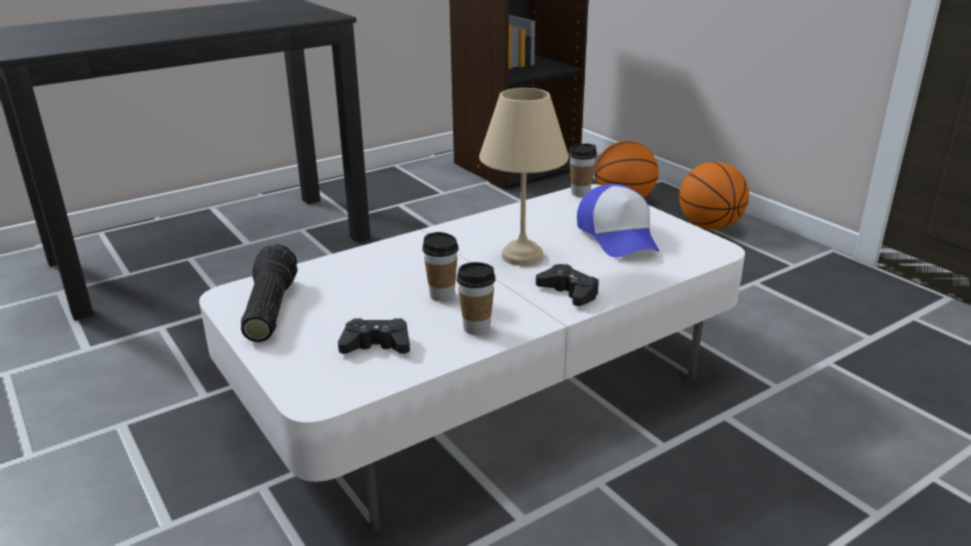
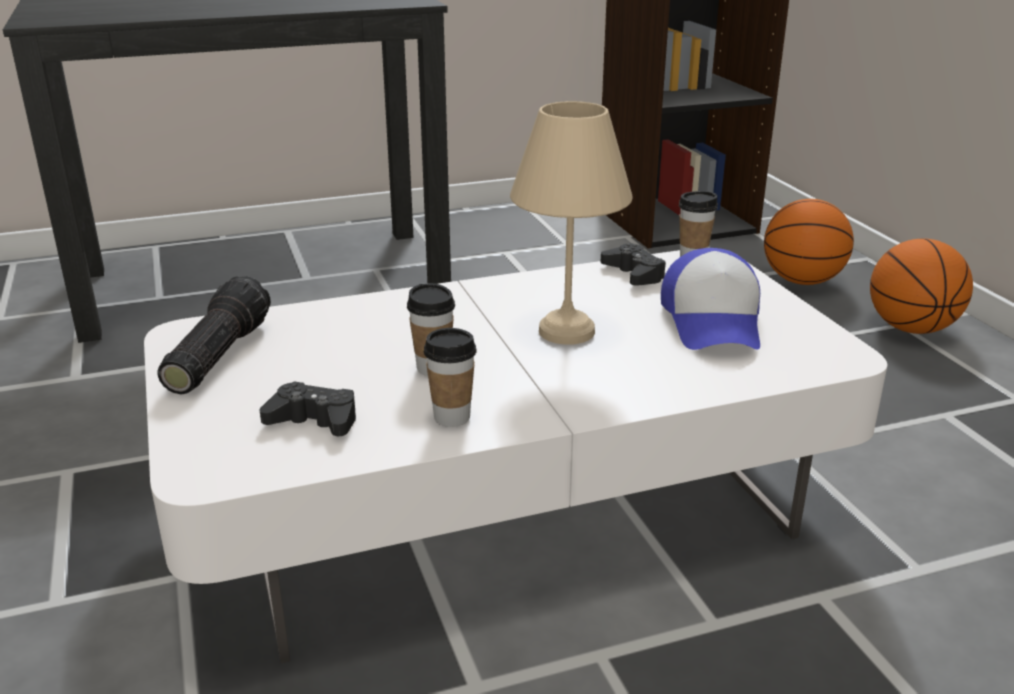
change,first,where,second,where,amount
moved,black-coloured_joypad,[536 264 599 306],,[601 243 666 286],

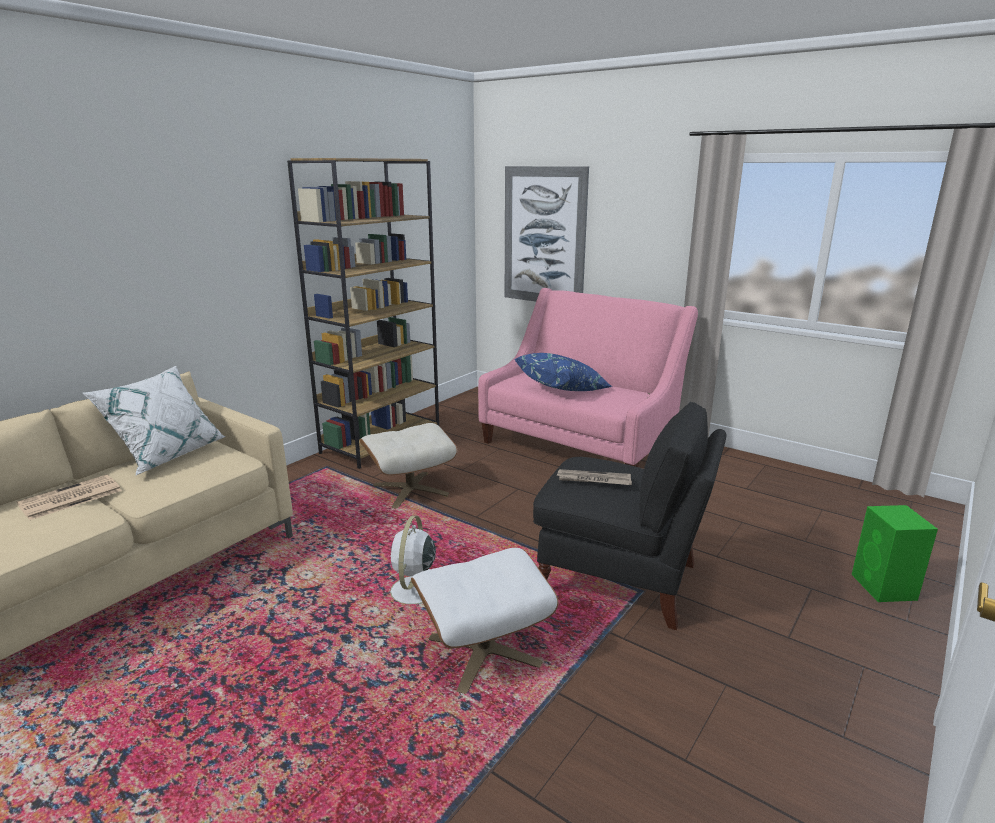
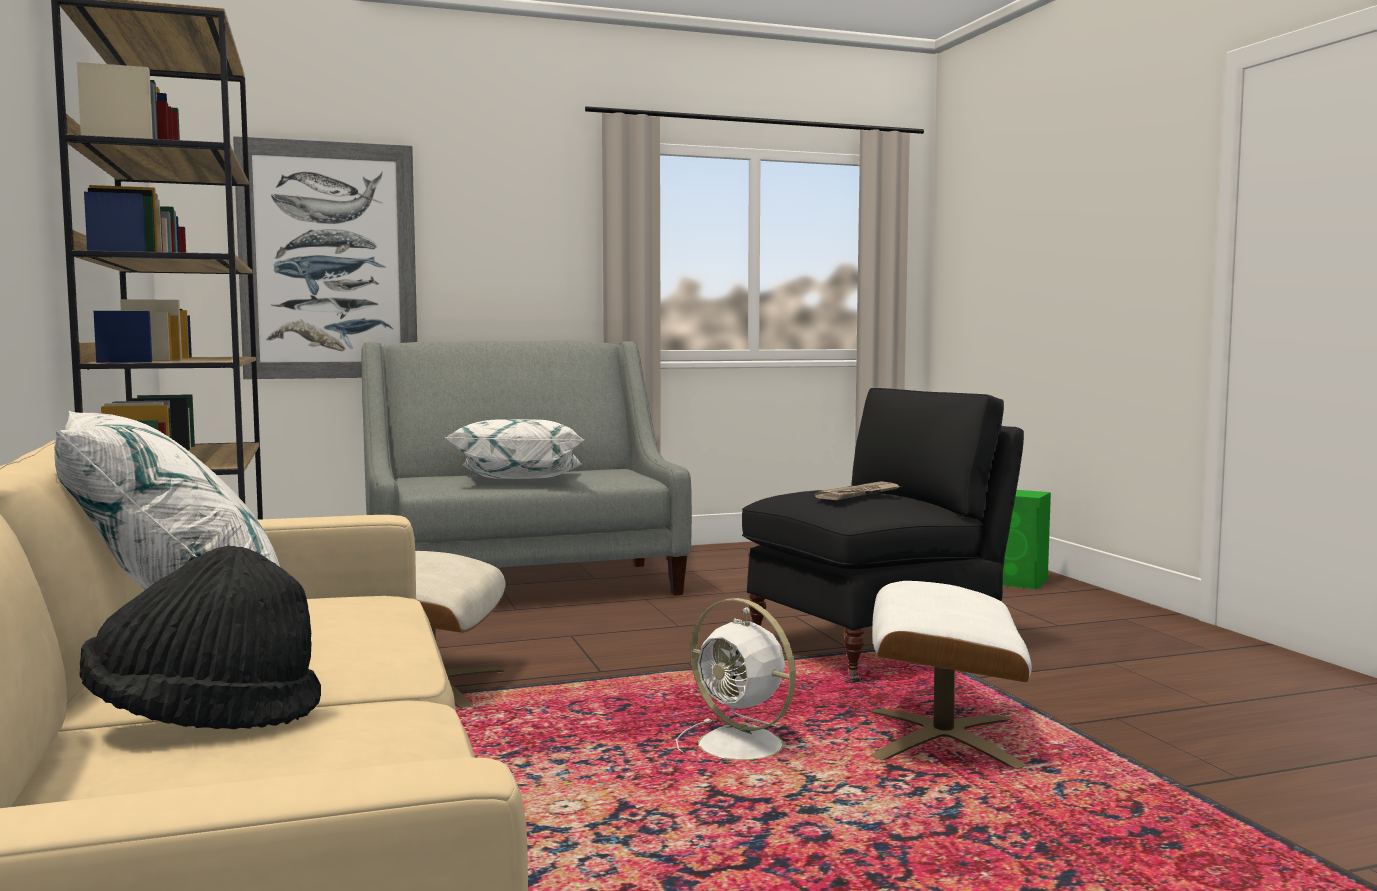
change,first,where,second,where,amount
recoloured,pink-coloured_settee,[478 288 698 467],gray_settee,[361 341 692 596],
recoloured,blue_cushion,[515 353 612 391],whitish_cushion,[445 419 584 479],
replaced,daily_paper,[17 475 122 520],black-coloured_hat,[80 546 321 729],

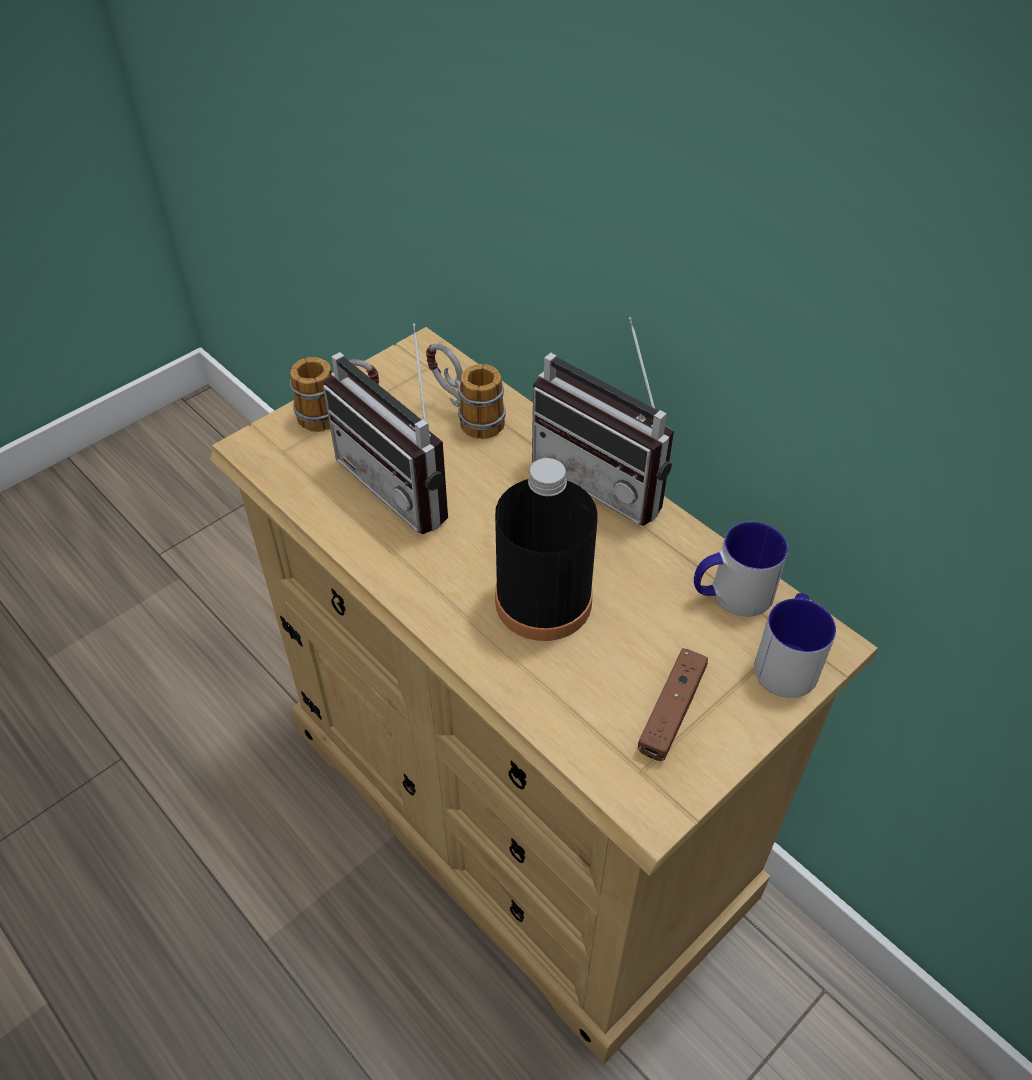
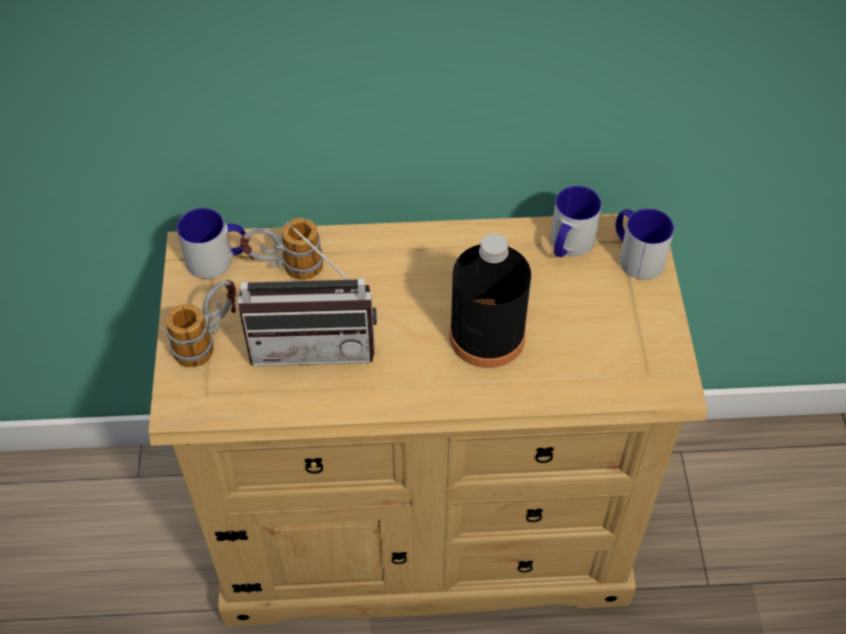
change,first,where,second,where,amount
removed,radio,[532 317 674 526],,,
removed,brown-coloured_joypad,[638 648 708 761],,,
added,,,coffee_mug,[177 208 246 279],

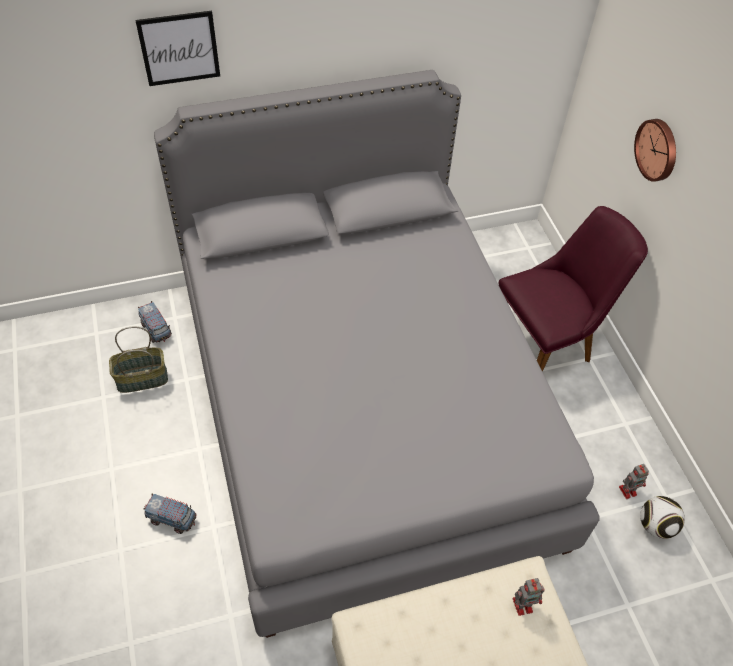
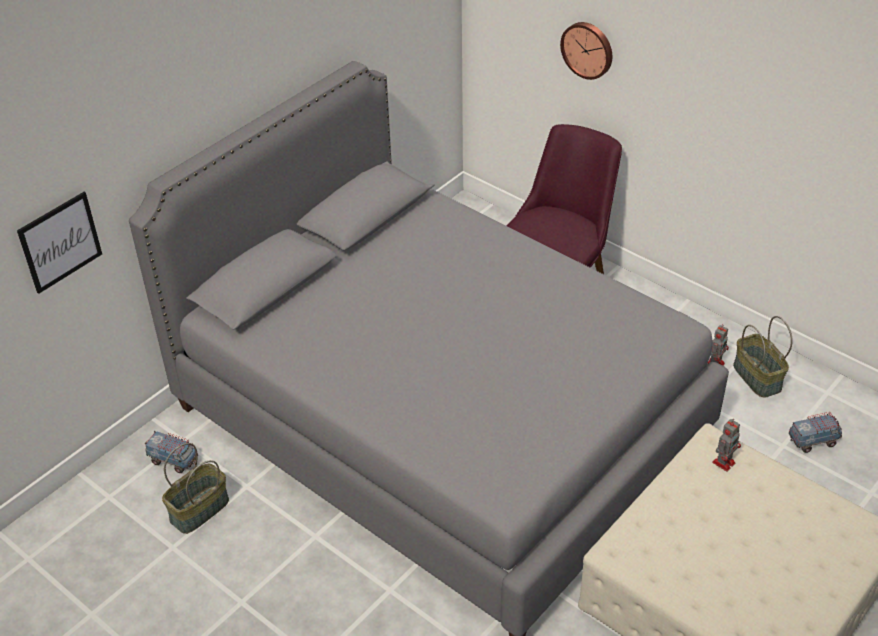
change,first,where,second,where,amount
moved,wall_art,[135 11 220 86],,[17 192 102 294],
moved,model_truck,[144 494 197 534],,[789 412 842 453],
replaced,football,[640 496 685 539],household_basket,[733 316 793 397],

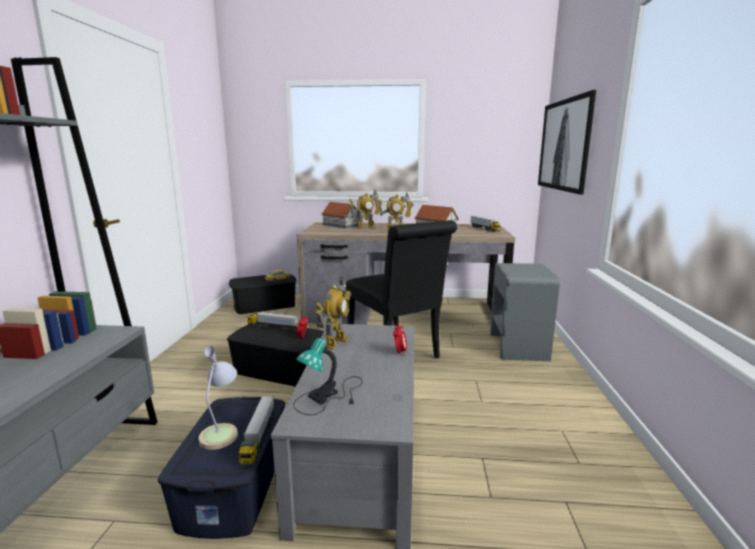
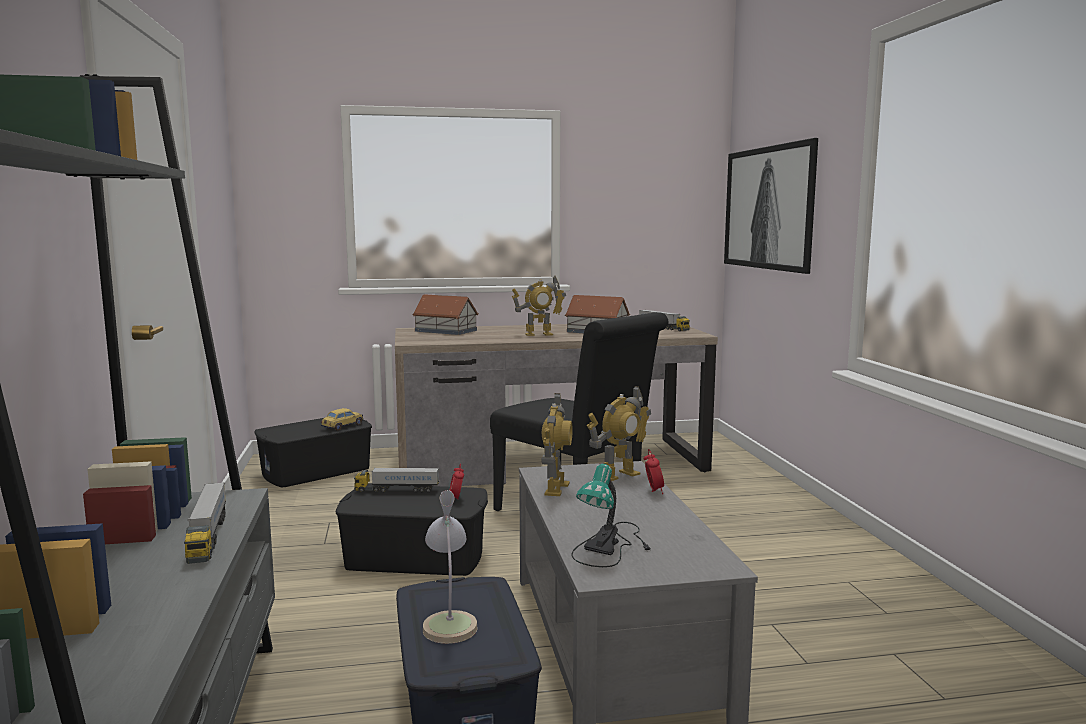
change,first,where,second,where,amount
moved,model_robot,[349 190 382 229],,[587 386 651 481],
removed,gray_bedside_table,[490 263 560 361],,,
moved,model_truck,[238 396 274 467],,[184 482 226 564],

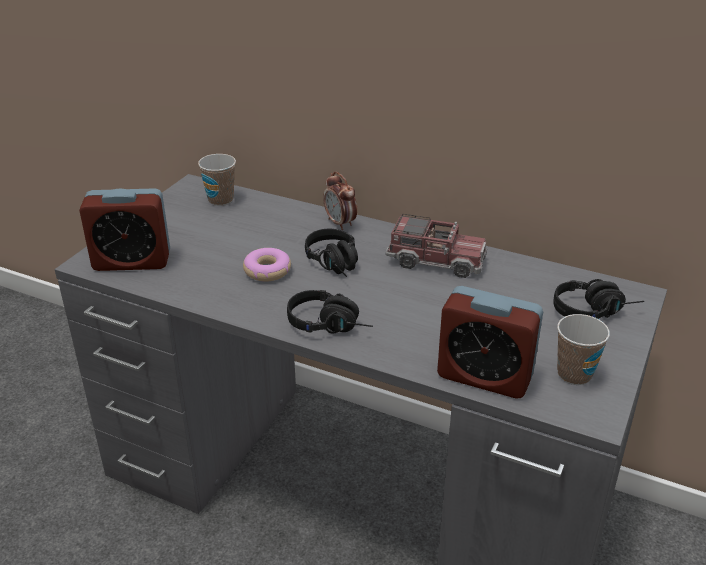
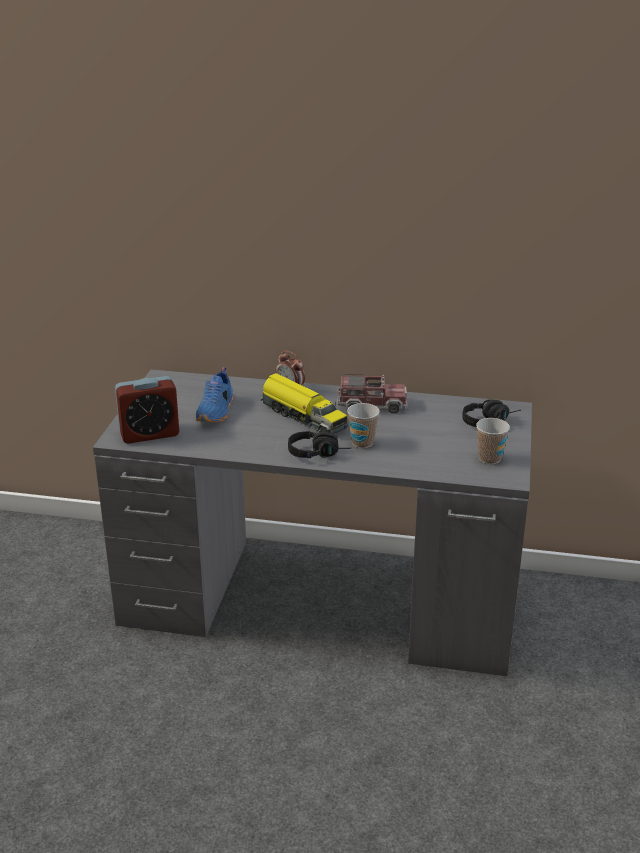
change,first,where,second,where,amount
moved,drinking_cup,[198 154 236 206],,[347 403 380 448],
replaced,black-coloured_pair_of_headphones,[305 229 358 277],model_truck,[261 373 349 434],
removed,ring_doughnut,[243 248 291 282],,,
removed,bedside_clock,[437 286 543 398],,,
added,,,blue_low_shoe,[196 367 233 422],

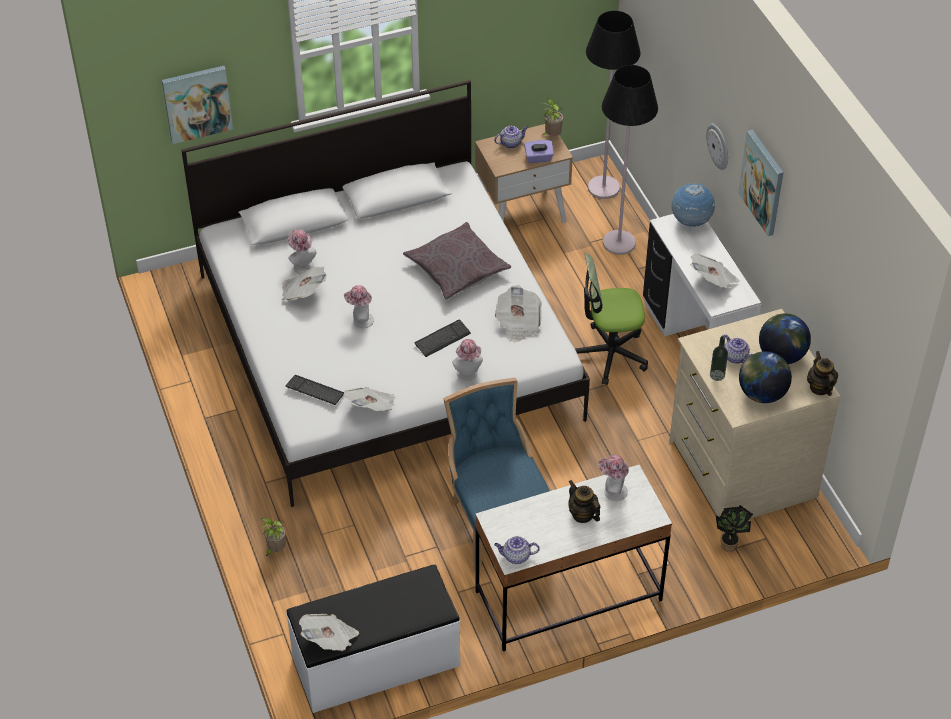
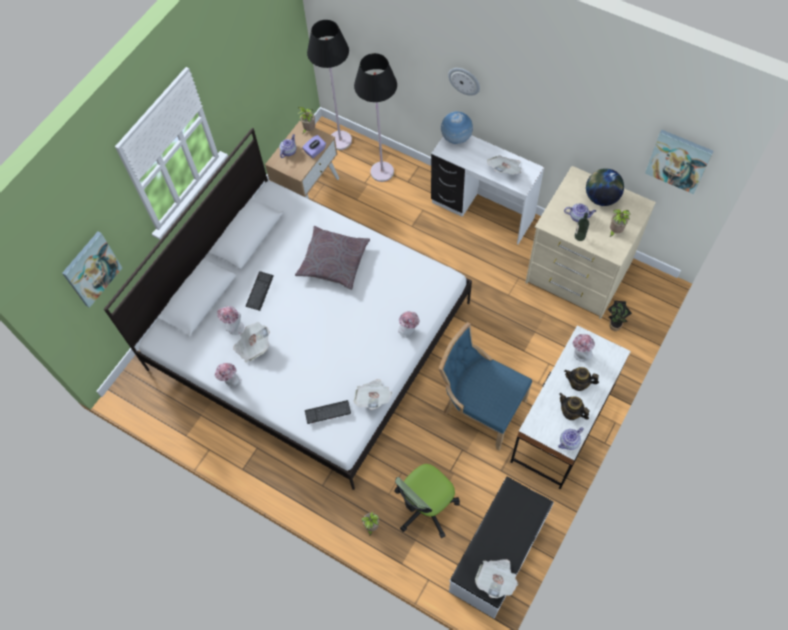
change,first,where,second,where,amount
moved,wall_art,[738 129 784 236],,[645 130 714 194],
moved,desk_chair,[575 253 648 385],,[394 464 460 538],
moved,hat,[344 285 374 328],,[215 363 241 388],
removed,daily_paper,[495 285 542 342],,,
moved,computer_keyboard,[415 319 471 357],,[246 271 274 311],
replaced,desk_globe,[739 351 792 403],potted_plant,[610 209 631 237],
moved,teapot,[807 351 838 396],,[559 393 590 420],

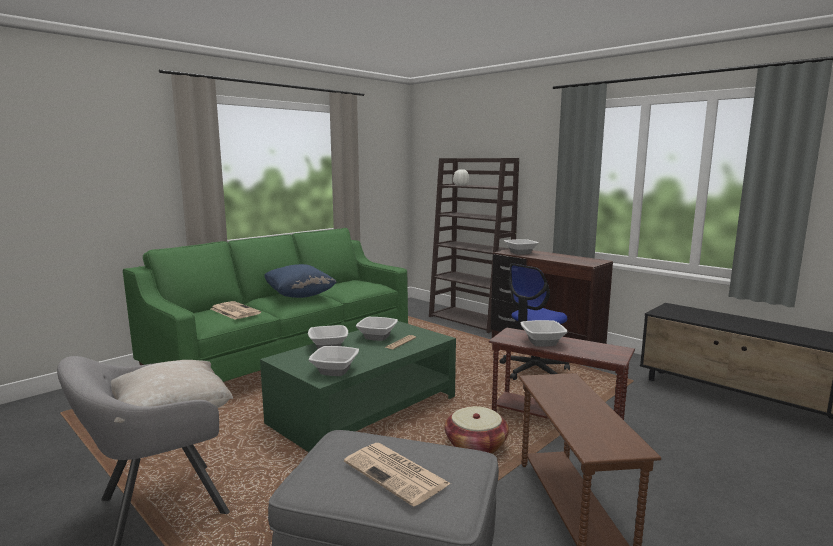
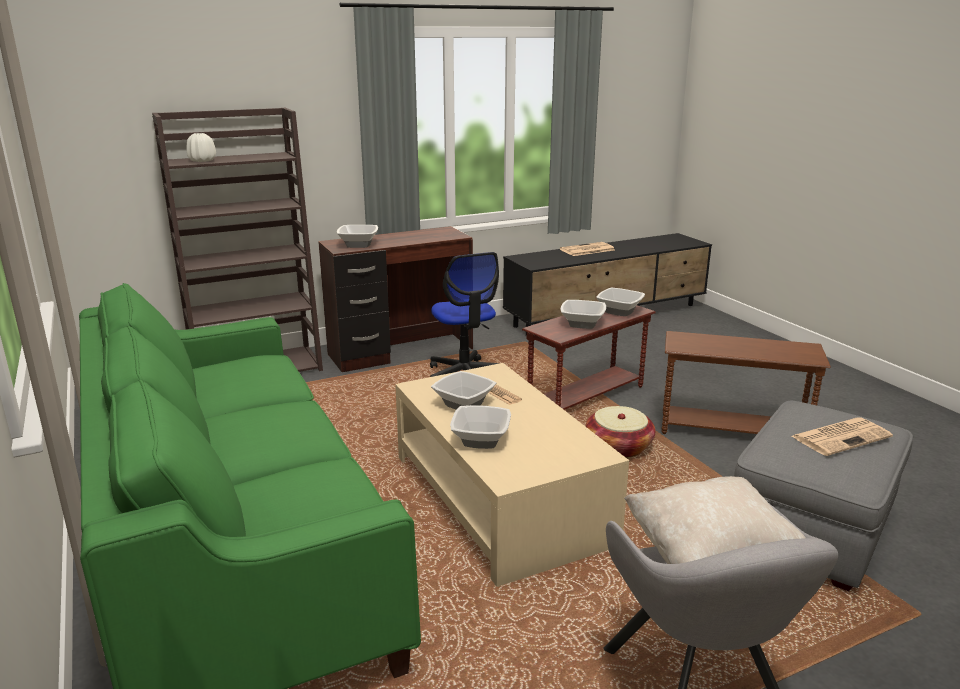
change,first,where,second,where,amount
removed,blue_cushion,[264 264 336 298],,,
moved,daily_paper,[211 301 261 320],,[560 242 614 256],
recoloured,green_lounge_table,[260 321 456 452],sand-coloured_lounge_table,[395 363 629 587],
moved,serving_bowl,[308 346 359 376],,[596 288 645 316],

